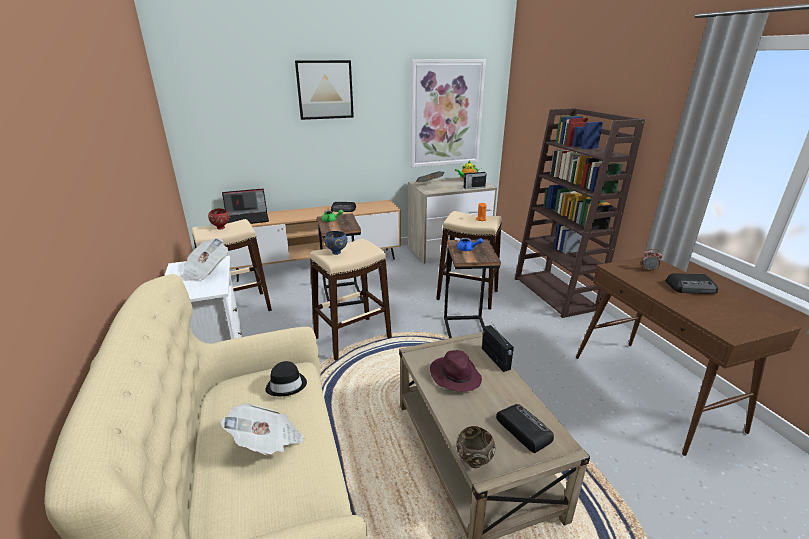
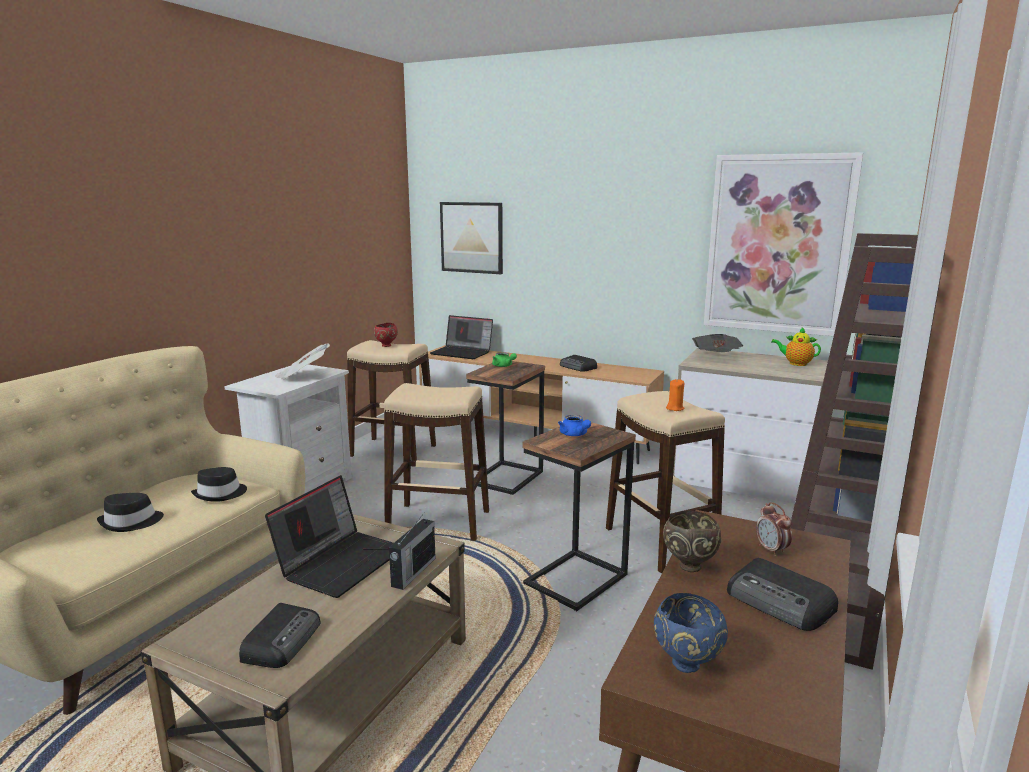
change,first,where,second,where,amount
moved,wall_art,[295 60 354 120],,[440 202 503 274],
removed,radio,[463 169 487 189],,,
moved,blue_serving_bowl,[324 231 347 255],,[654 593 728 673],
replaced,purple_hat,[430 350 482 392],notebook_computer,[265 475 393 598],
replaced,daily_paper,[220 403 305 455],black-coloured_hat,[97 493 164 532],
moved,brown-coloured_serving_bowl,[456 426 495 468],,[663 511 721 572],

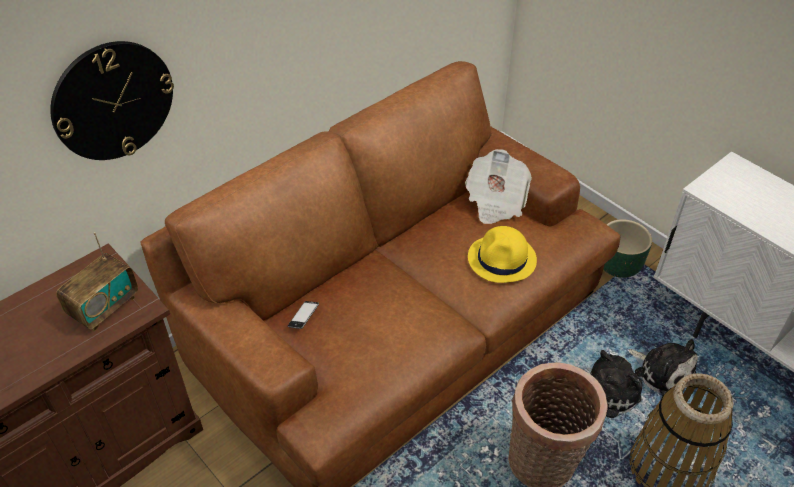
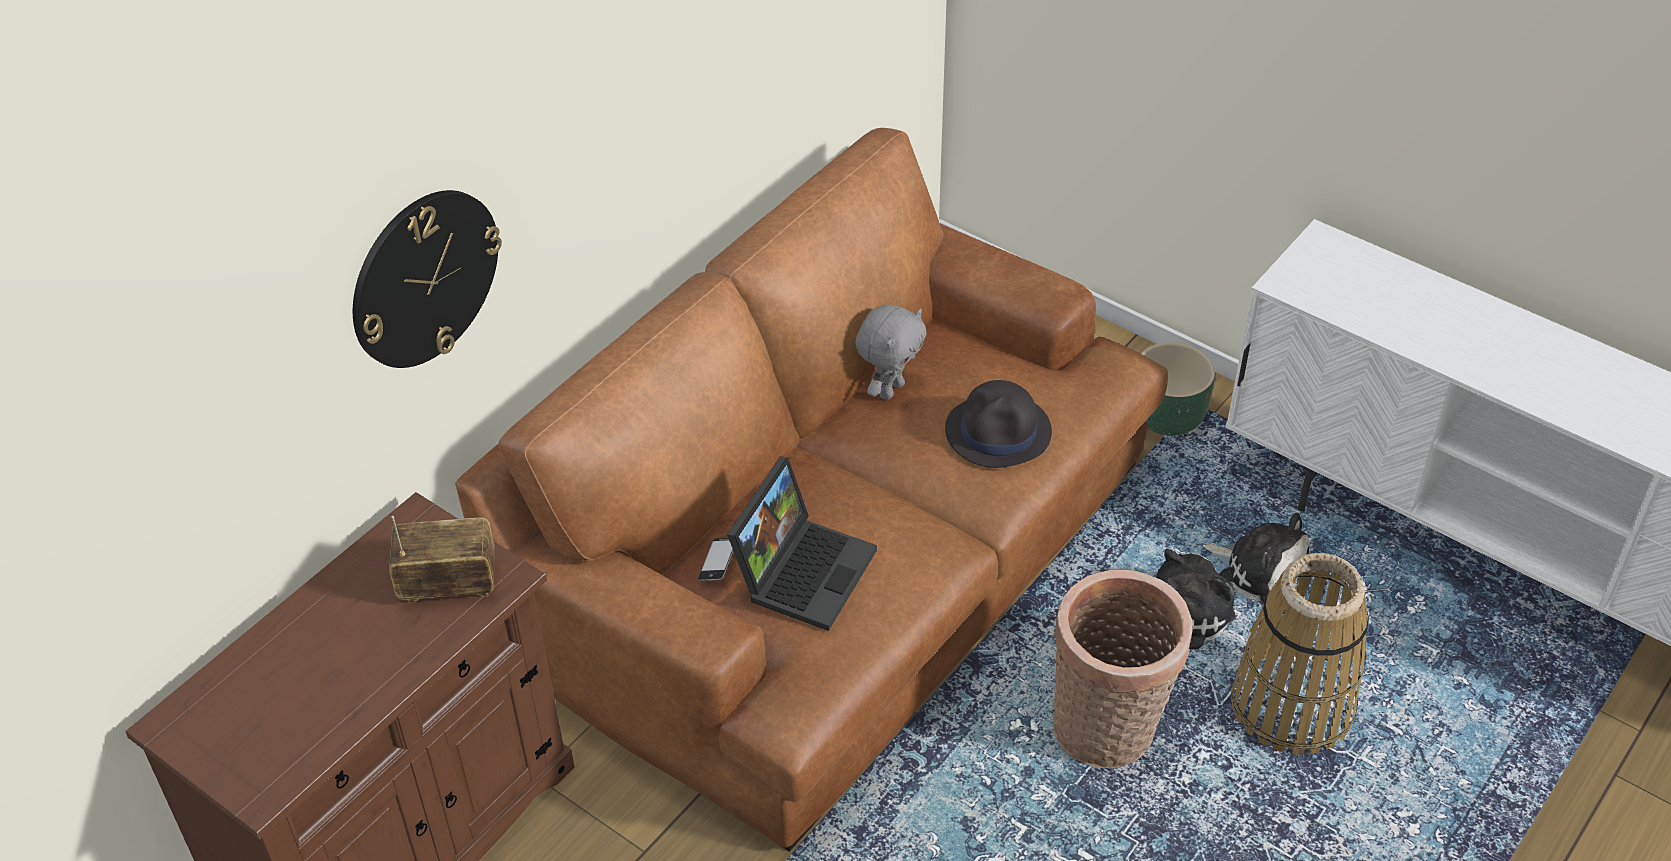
change,first,where,second,where,amount
removed,daily_paper,[465 149 532 224],,,
recoloured,yellow-coloured_hat,[468 226 537 283],black-coloured_hat,[945 380 1052 468],
turned,radio,[56 232 138 331],,[389 516 495 603],120 degrees counterclockwise
added,,,gray_cuddly_toy,[855 304 927 400],
added,,,notebook_computer,[727 456 877 631],

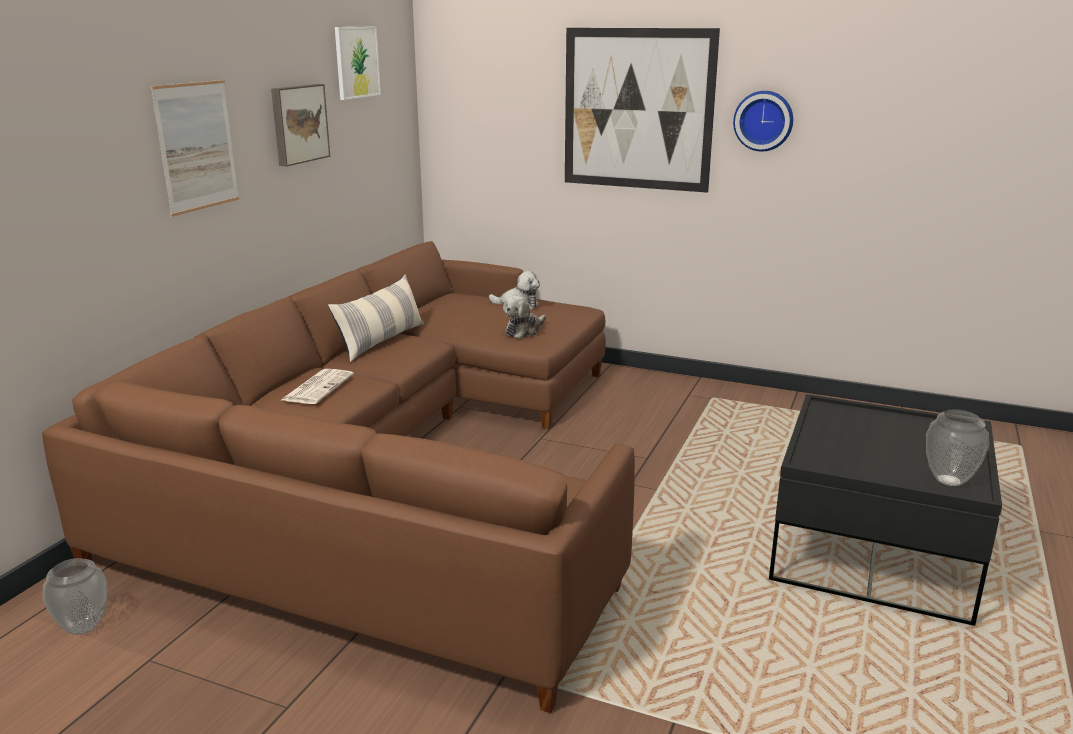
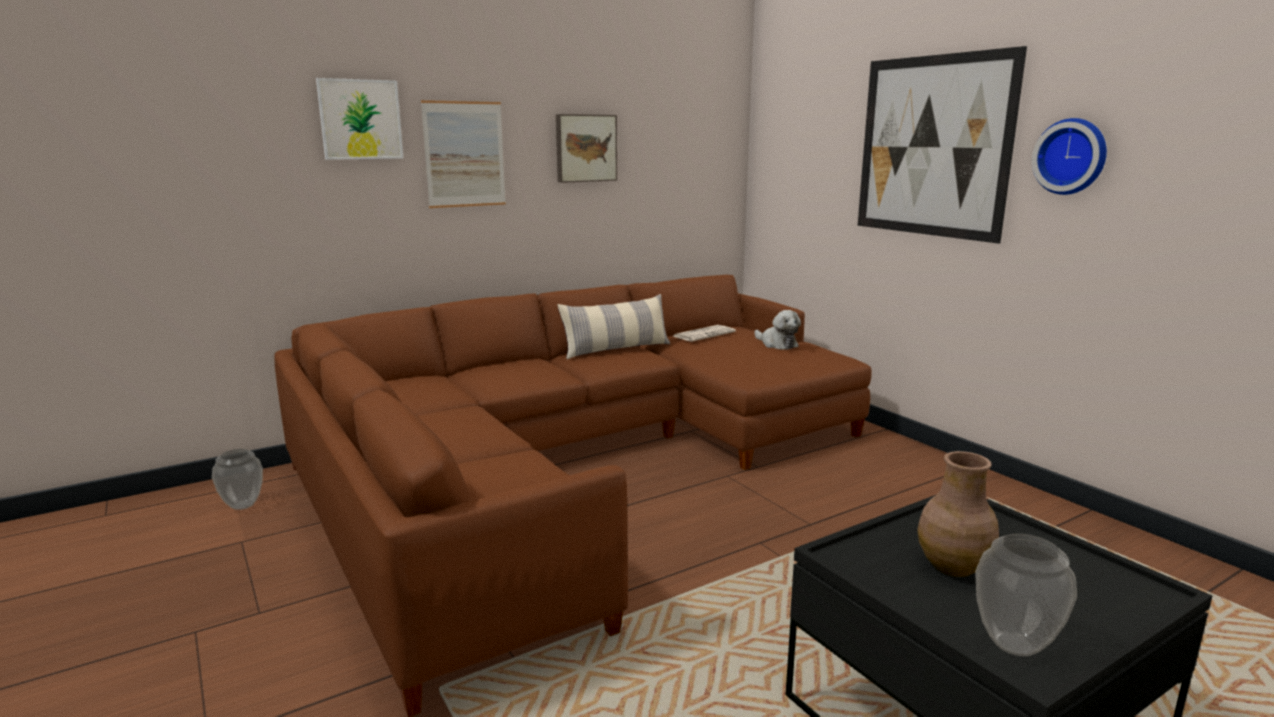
change,first,where,second,where,amount
moved,wall_art,[335 27 381 100],,[316 78 403 160],
removed,cuddly_toy,[503 296 546 338],,,
moved,daily_paper,[280 369 354 404],,[674 325 736 342],
added,,,brown-coloured_decorative_vase,[918 451 999 577],

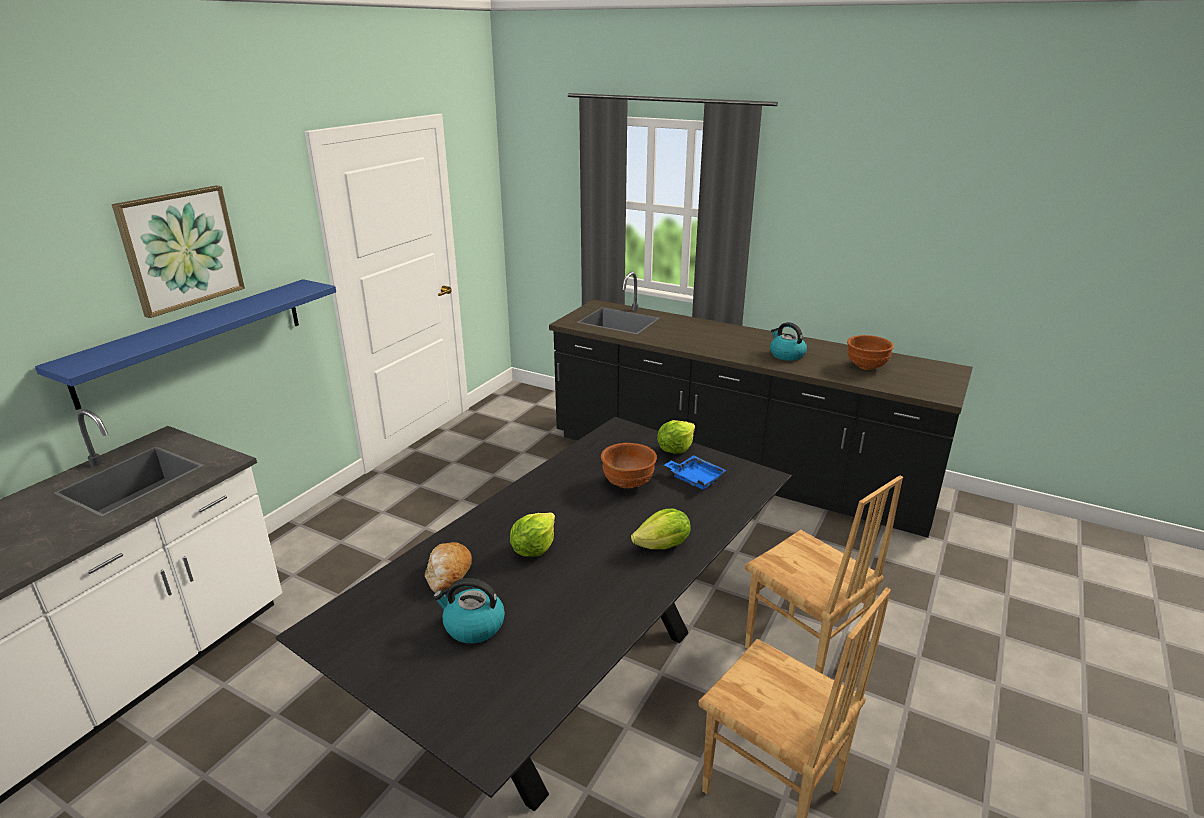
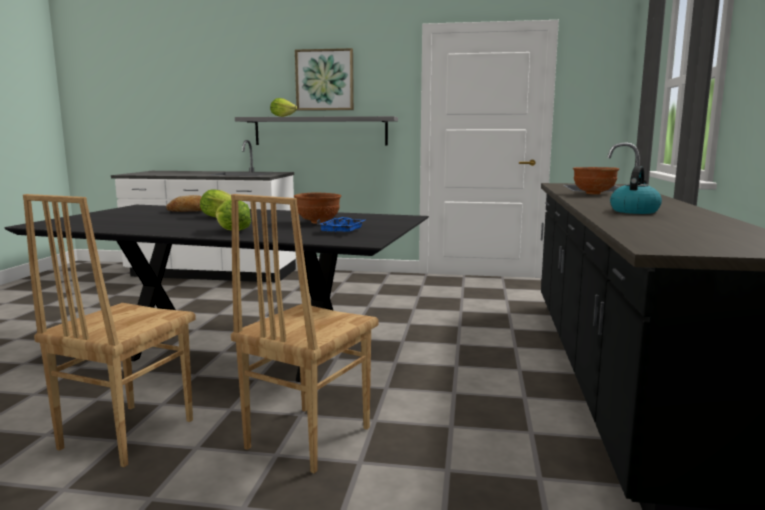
change,first,where,second,where,amount
recoloured,blue_wall_shelf,[35 279 336 410],gray_wall_shelf,[235 116 398 145],
moved,brown-coloured_serving_bowl,[847 335 894 370],,[573 167 619 194],
moved,lettuce_head,[657 420 695 454],,[270 98 297 117],
removed,tea_kettle,[433 578 505 643],,,

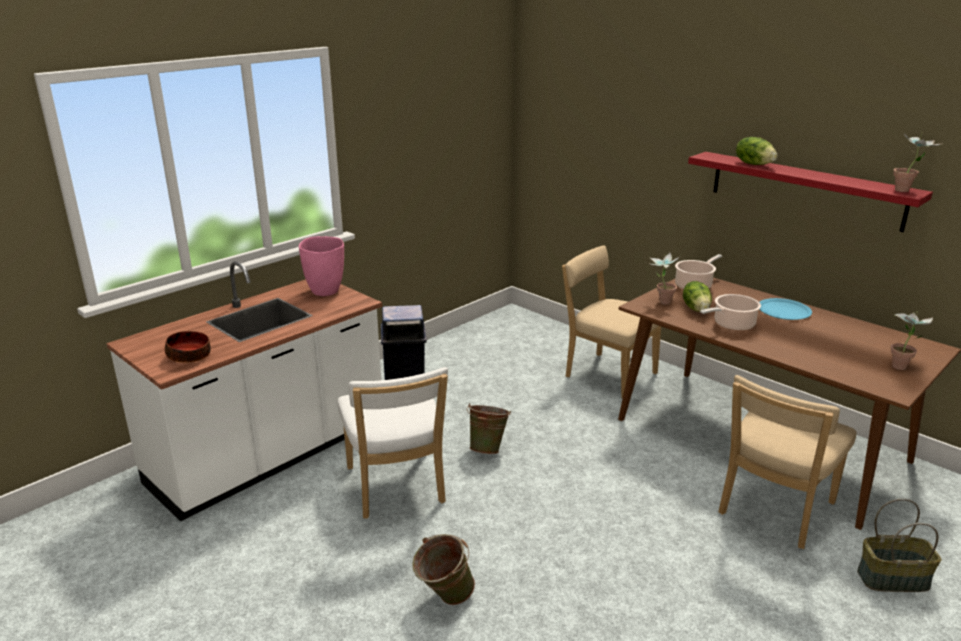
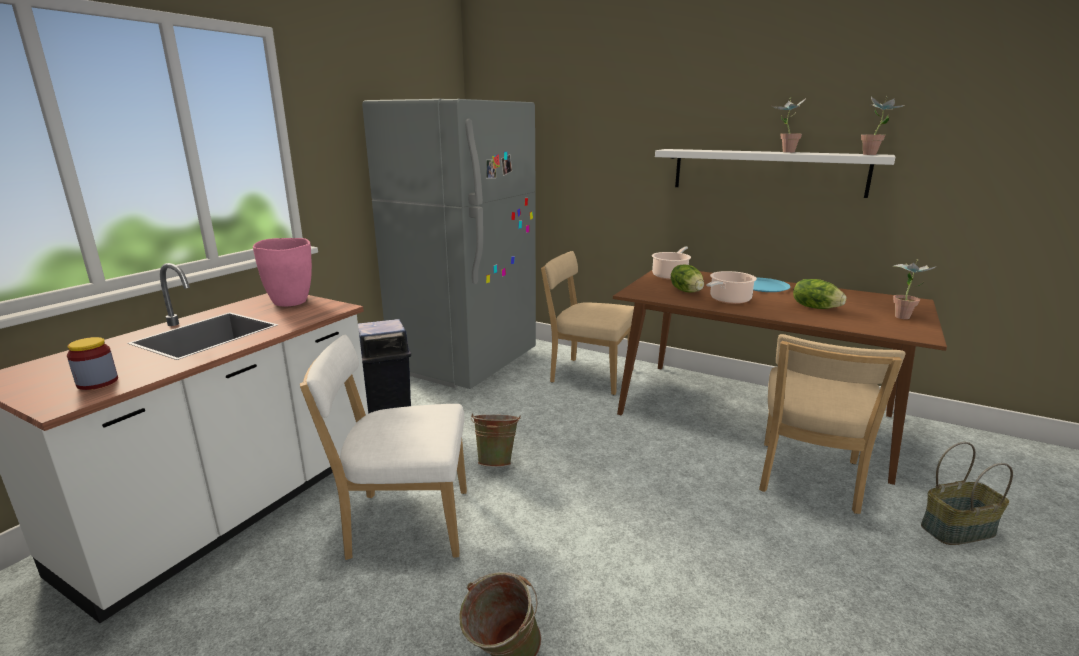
change,first,where,second,where,amount
moved,lettuce_head,[736 137 777 165],,[793 279 846 309],
recoloured,red-coloured_wall_shelf,[688 152 933 232],whitish_wall_shelf,[655 149 895 198],
moved,potted_plant,[649 253 680 304],,[772 97 806 153],
replaced,serving_bowl,[165 331 211 363],preserve_jar,[67 337 118 390],
turned,whitish_upright_chair,[337 367 448 518],,[300 335 467 560],120 degrees clockwise
added,,,gray_kitchen_fridge,[362 99 536 389],

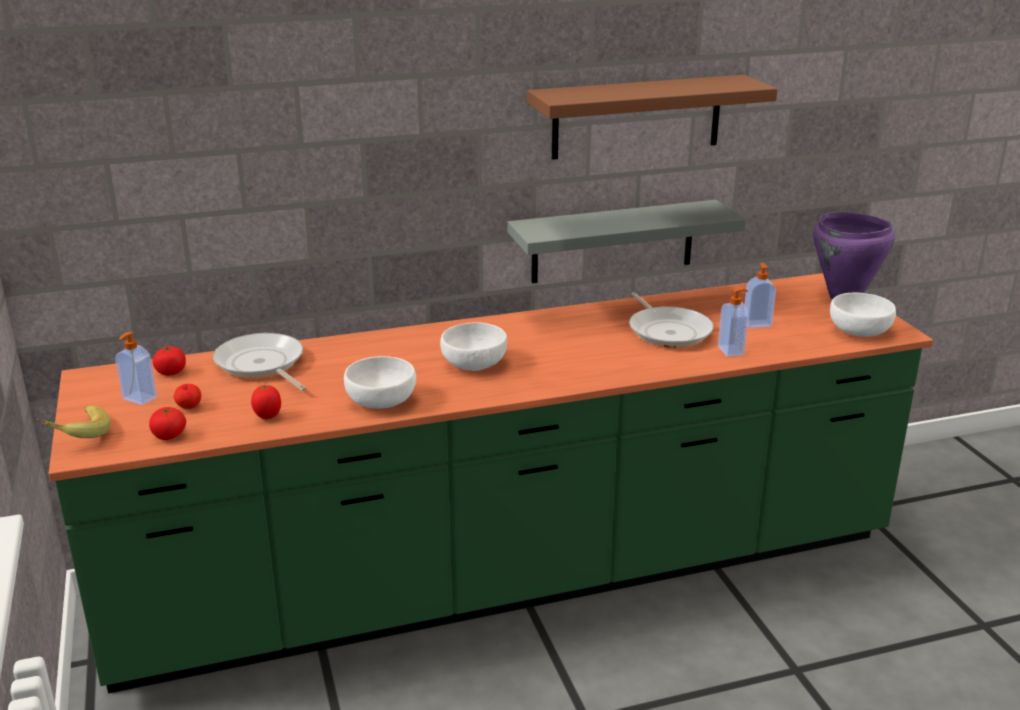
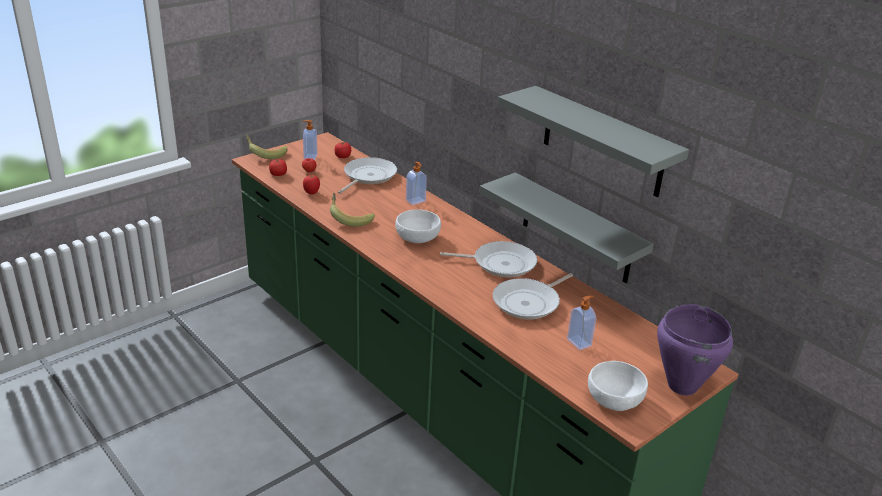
change,first,where,second,where,amount
recoloured,brown-coloured_wall_shelf,[527 75 777 160],gray_wall_shelf,[498 86 689 197],
moved,liquid_soap_bottle,[718 288 748 357],,[406 162 427 205],
replaced,whitish_serving_bowl,[344 356 416 409],banana_fruit,[330 193 375 227],
added,,,pan,[440 241 537 277],

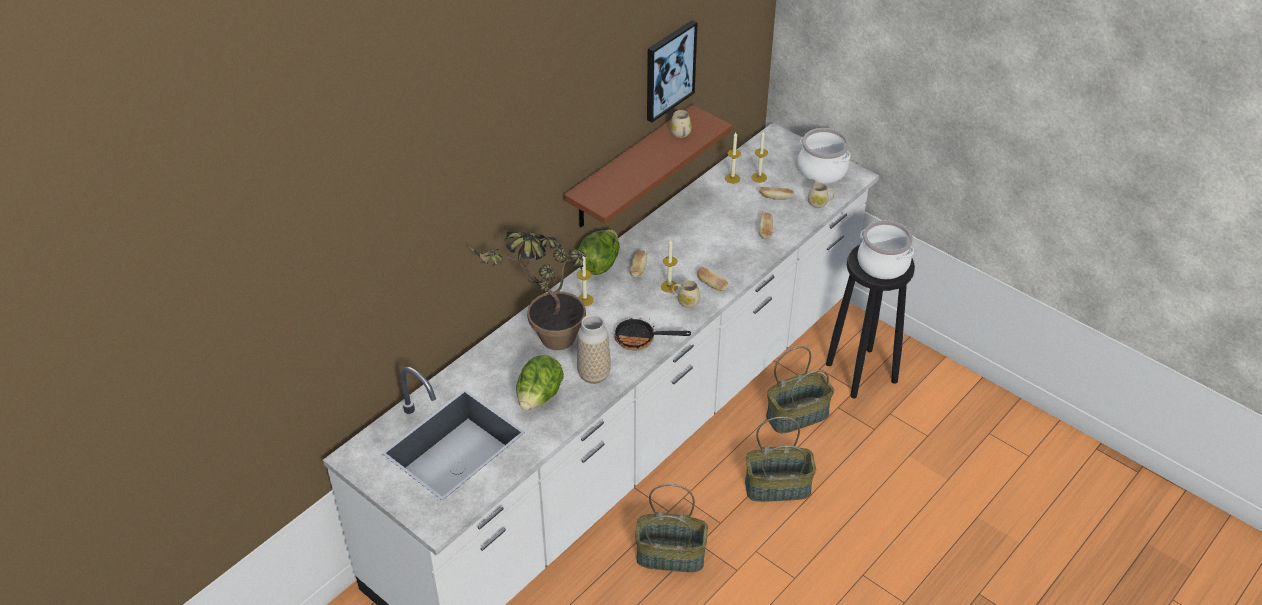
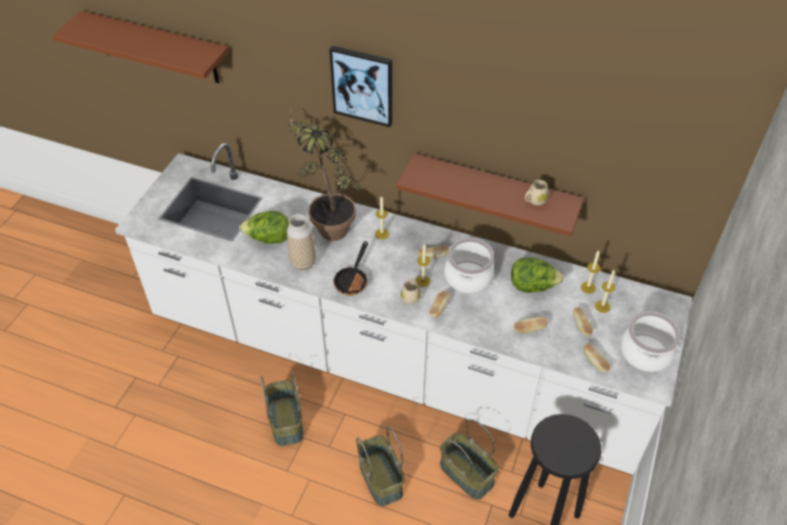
change,first,where,second,where,amount
moved,wall_art,[647 20 698 122],,[330 46 392 127],
replaced,sand-coloured_coffee_mug,[808 182 835 208],bread,[584 344 610 373],
moved,saucepot,[858 220 914 279],,[444 238 494 293],
moved,lettuce_head,[577 229 619 275],,[511 257 564 293],
turned,pan,[615 318 691 351],,[333 241 368 296],150 degrees counterclockwise
added,,,brown-coloured_wall_shelf,[52 11 229 83],

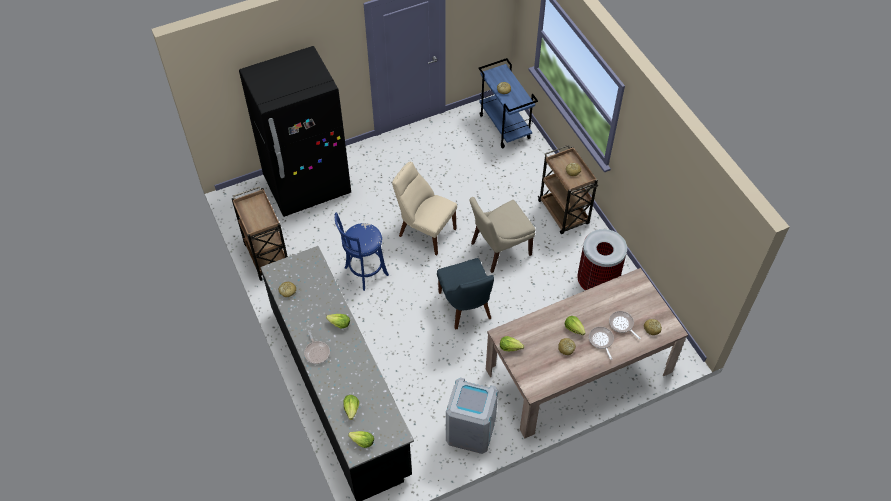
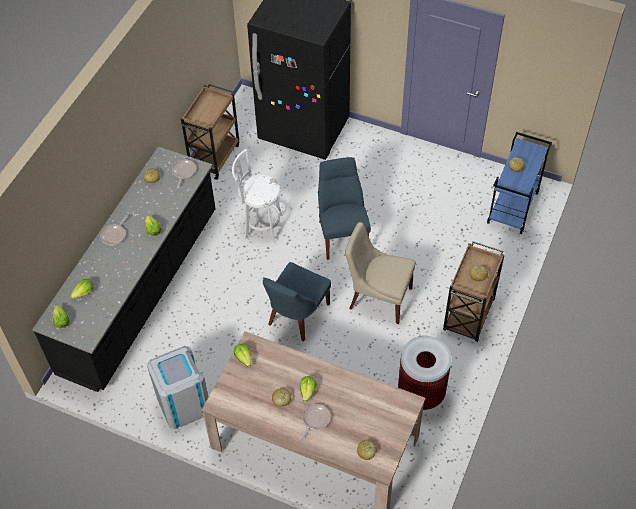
change,first,where,second,where,amount
recoloured,sand-coloured_upright_chair,[392 162 457 256],blue_upright_chair,[318 157 371 260],
recoloured,blue_stool,[335 213 389 291],whitish_stool,[232 149 283 243],
moved,pan,[609 311 641 339],,[172 160 196 188],

